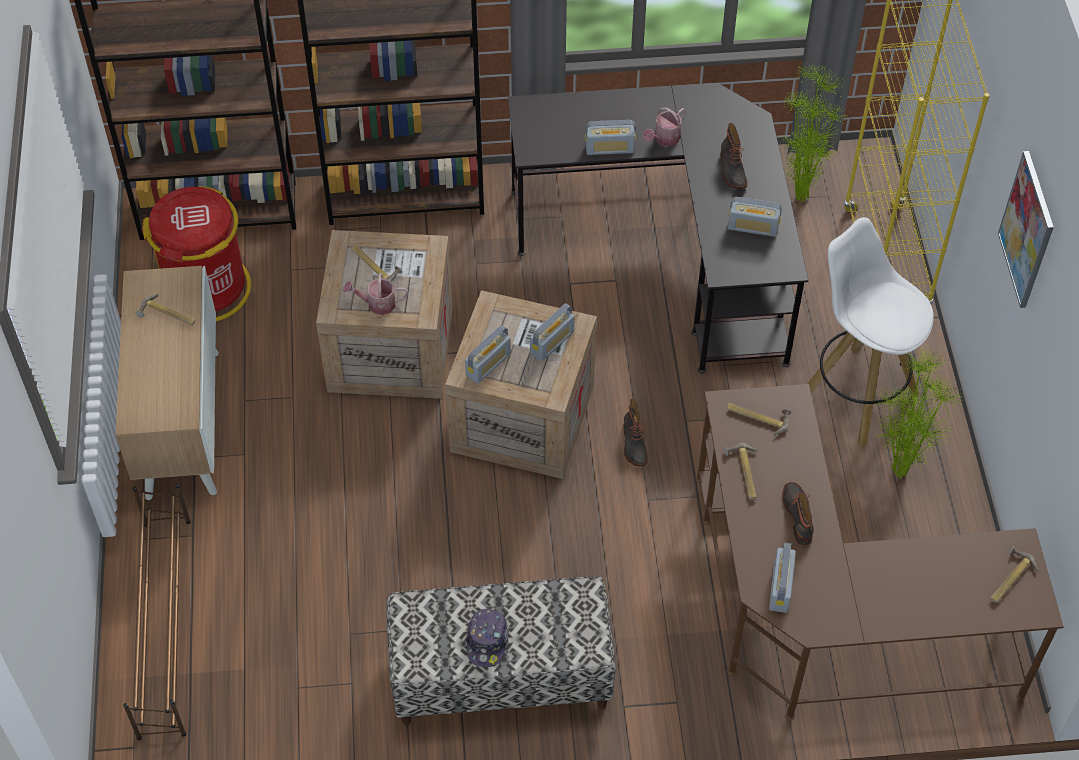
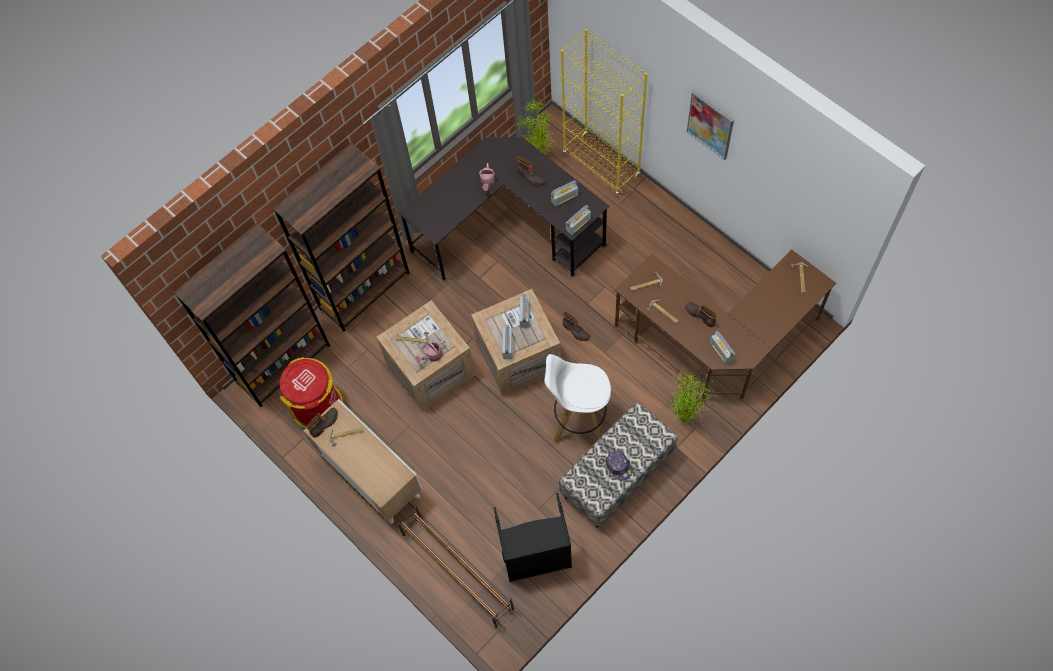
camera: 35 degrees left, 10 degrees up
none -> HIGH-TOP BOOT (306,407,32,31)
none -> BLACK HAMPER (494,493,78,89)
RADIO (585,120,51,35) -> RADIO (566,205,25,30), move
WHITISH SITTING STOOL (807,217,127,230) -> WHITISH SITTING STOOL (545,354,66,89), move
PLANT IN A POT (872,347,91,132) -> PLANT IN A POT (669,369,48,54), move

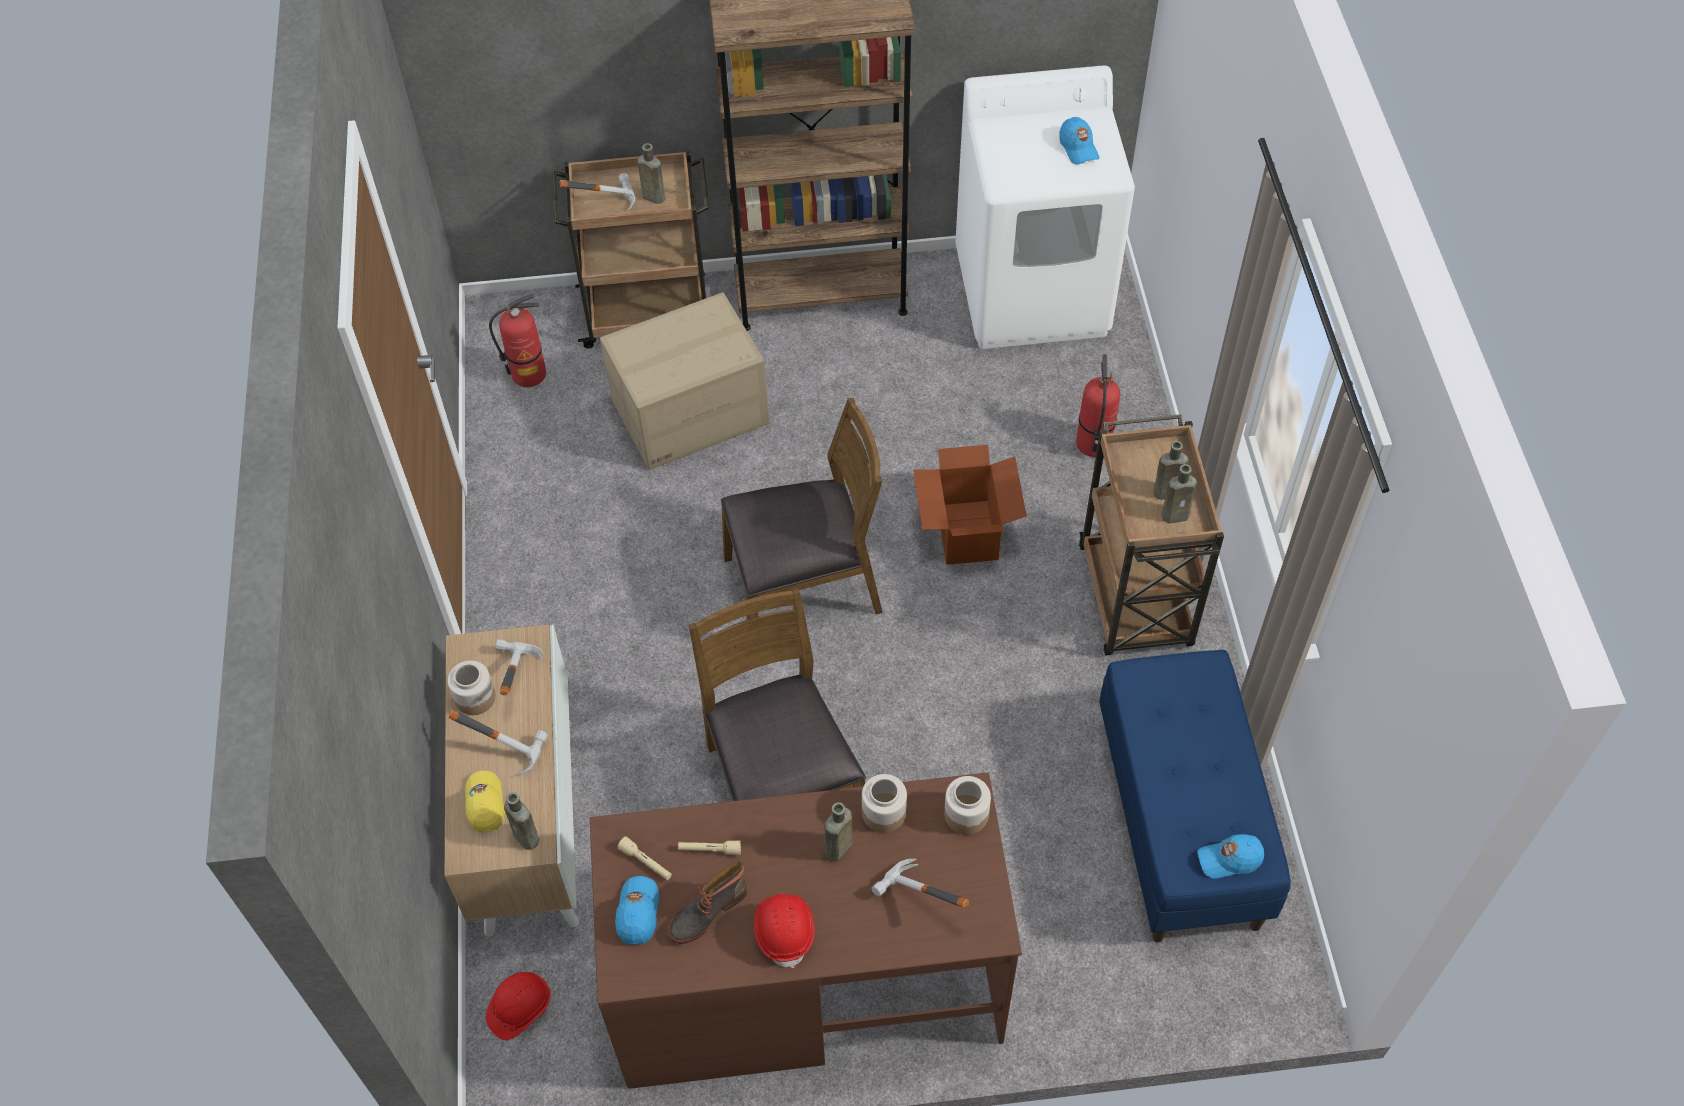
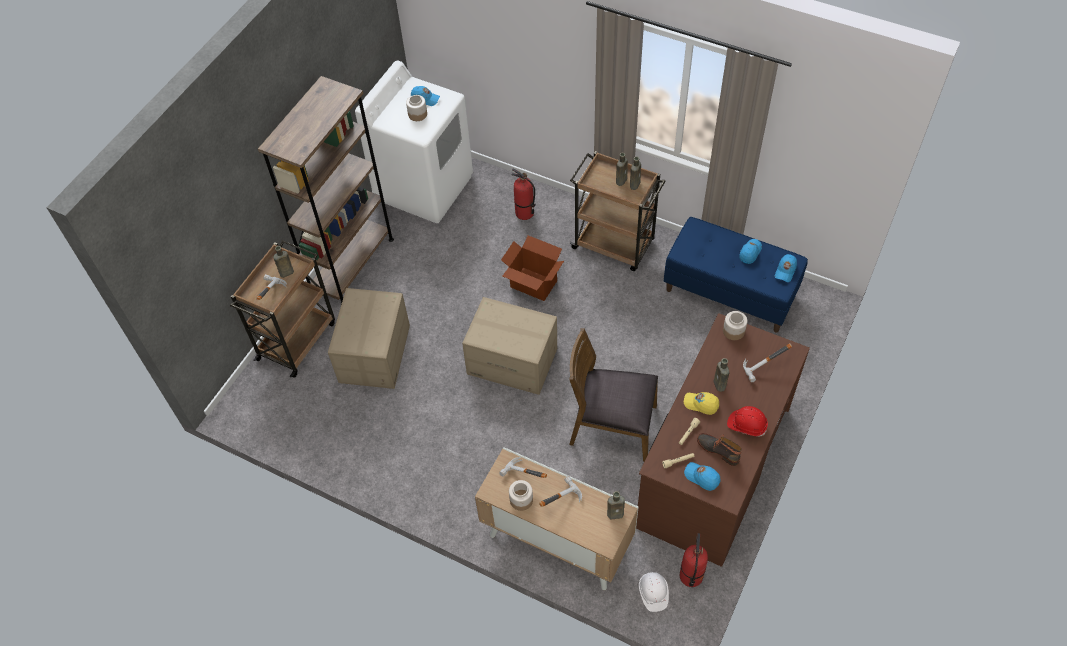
camera: 55 degrees left, 0 degrees up
none -> BLUISH CAP (739,239,23,25)
YELLOW CAP (465,771,40,62) -> YELLOW CAP (684,392,35,23), move
EXTINGUISHER (489,294,57,93) -> EXTINGUISHER (680,533,28,54), move
PRESERVE JAR (862,774,45,59) -> PRESERVE JAR (406,95,21,26), move
BROWN-COLOURED UPRIGHT CHAIR (721,398,162,222) -> PACKING BOX (462,297,95,98)
RED SAFETY HELMET (486,972,65,68) -> WHITISH SAFETY HELMET (639,572,30,40)
HIGH-TOP BOOT (668,861,79,83) -> HIGH-TOP BOOT (697,433,45,33), 135 degrees clockwise

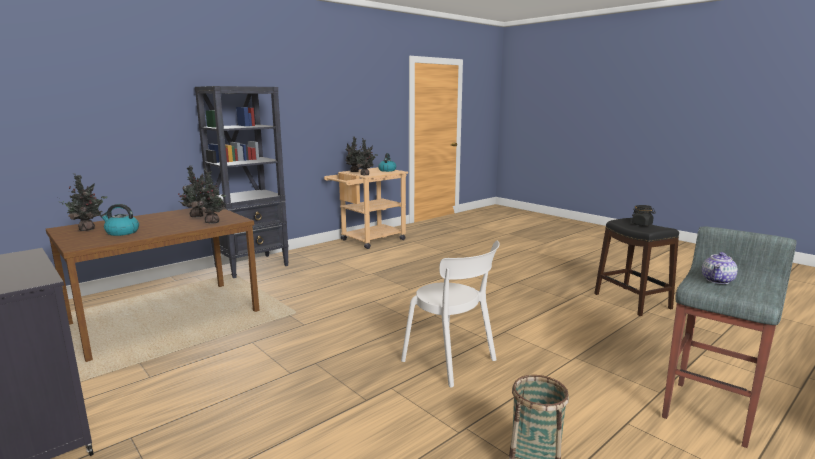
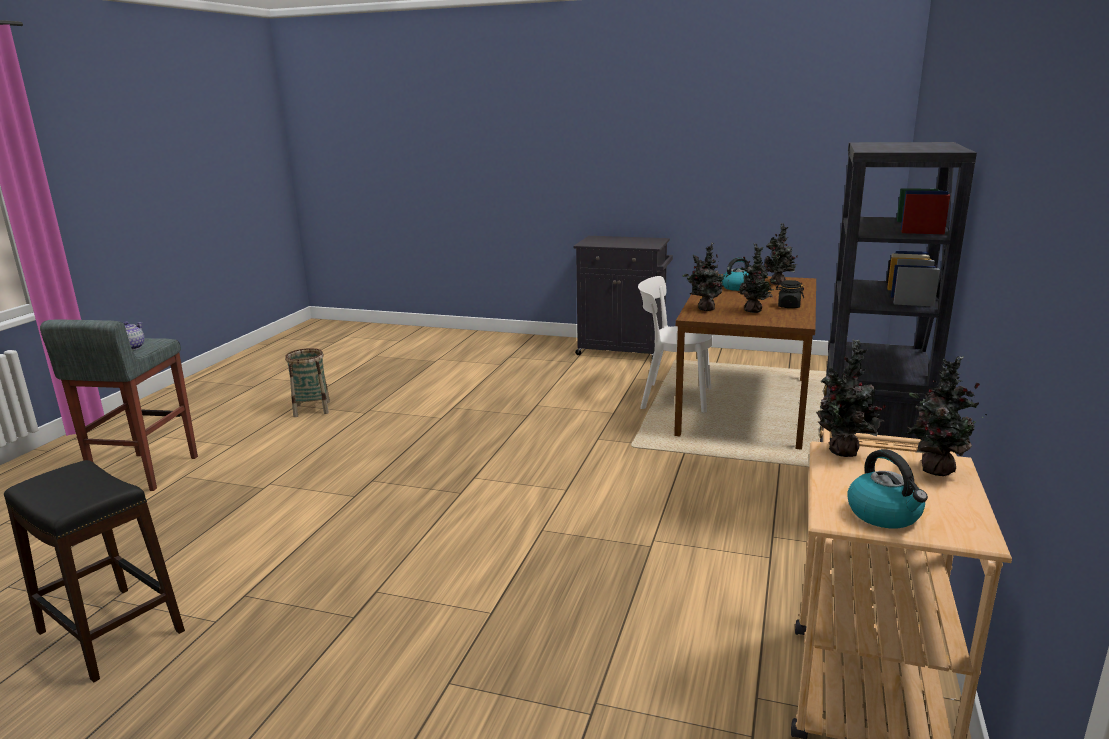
camera: 150 degrees right, 5 degrees up
WHITISH UPRIGHT CHAIR (401,241,98,147) -> WHITISH UPRIGHT CHAIR (638,276,75,136), move
BLACK PRESERVE JAR (632,205,24,21) -> BLACK PRESERVE JAR (776,280,28,28), move

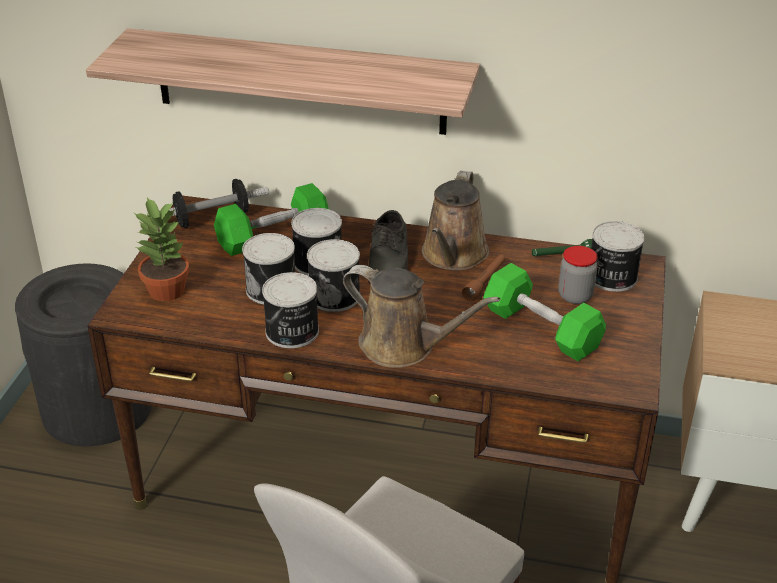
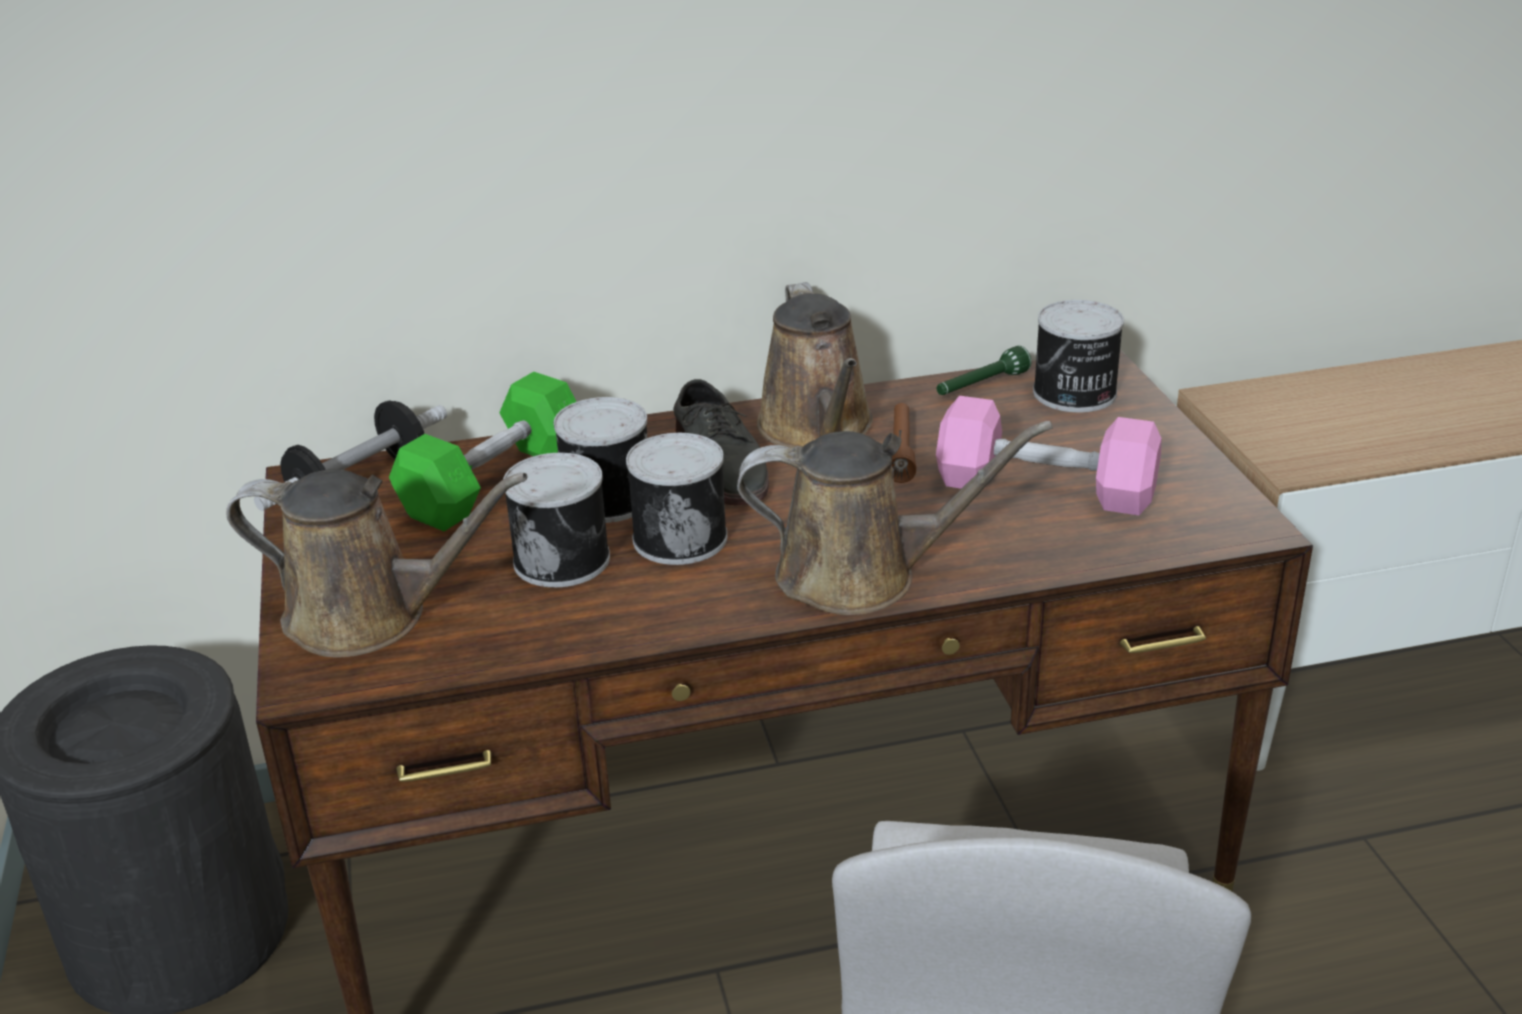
camera: 25 degrees left, 5 degrees down
SHELF (86,28,394,107) -> none
SEALED CAN (262,272,57,76) -> none
PRESERVE JAR (558,246,40,58) -> none
PLANT IN A POT (134,197,55,104) -> BROWN-COLOURED WATERING CAN (226,469,302,188)
GREEN-COLOURED FREE WEIGHT (483,263,123,98) -> PINKISH FREE WEIGHT (936,396,226,119)

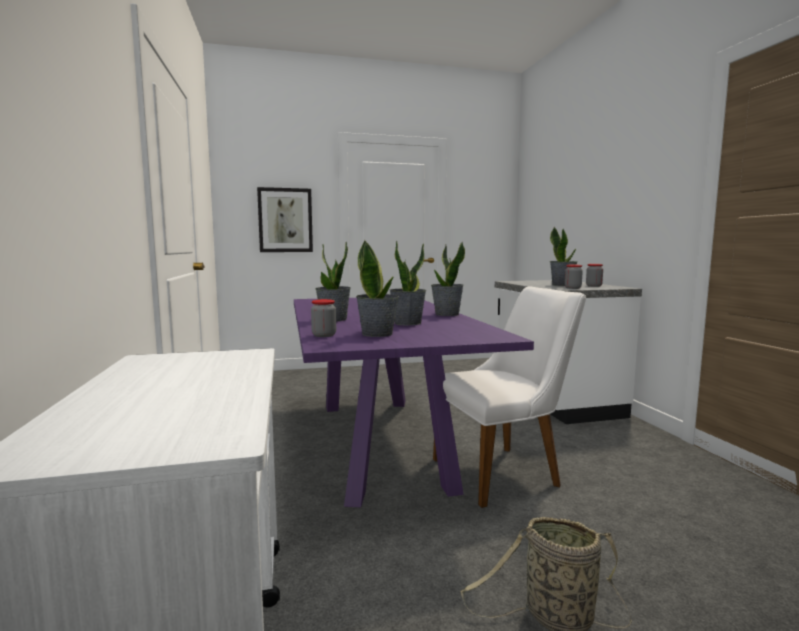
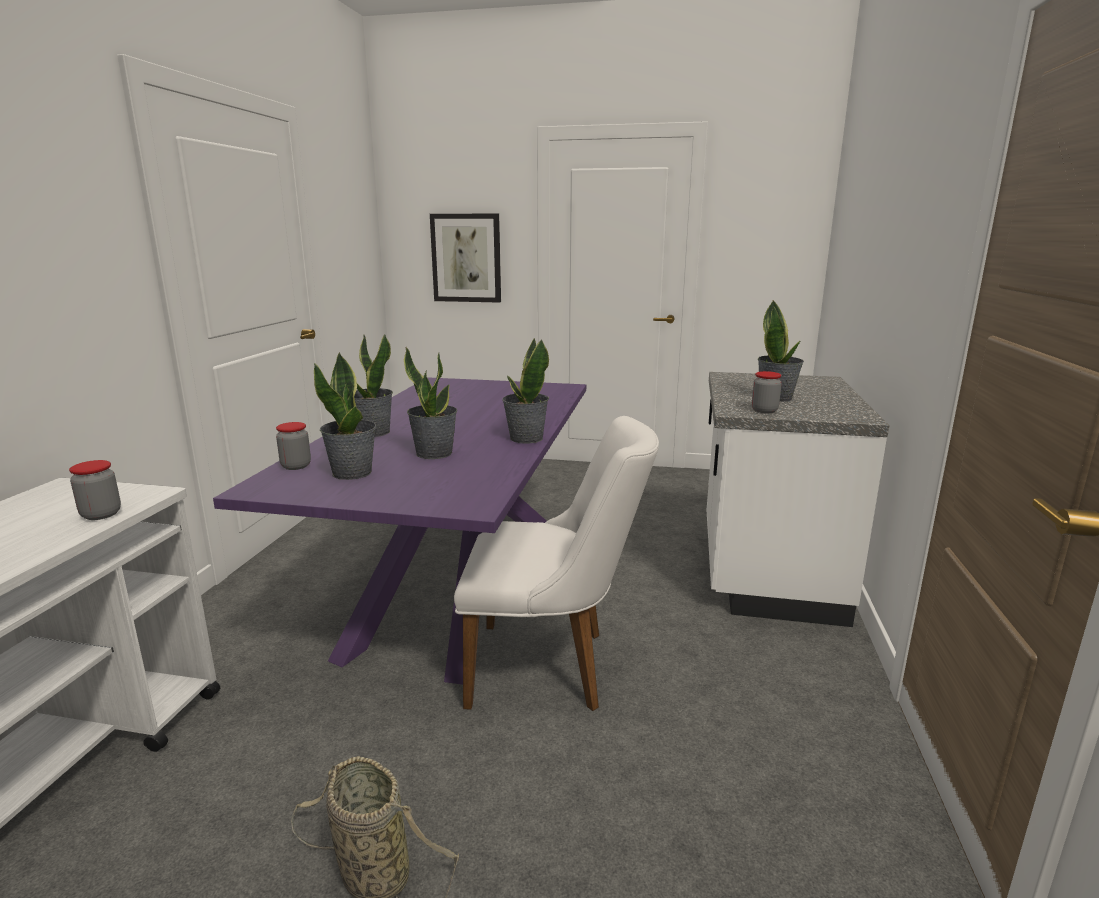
camera: 25 degrees right, 10 degrees up
PRESERVE JAR (586,264,17,23) -> PRESERVE JAR (69,460,52,60), move

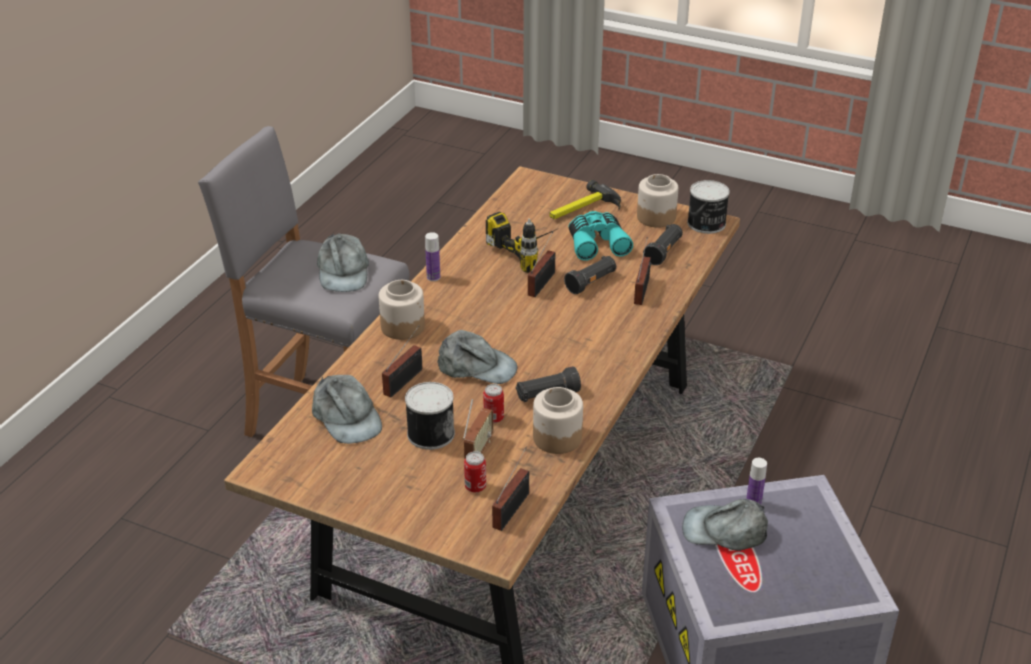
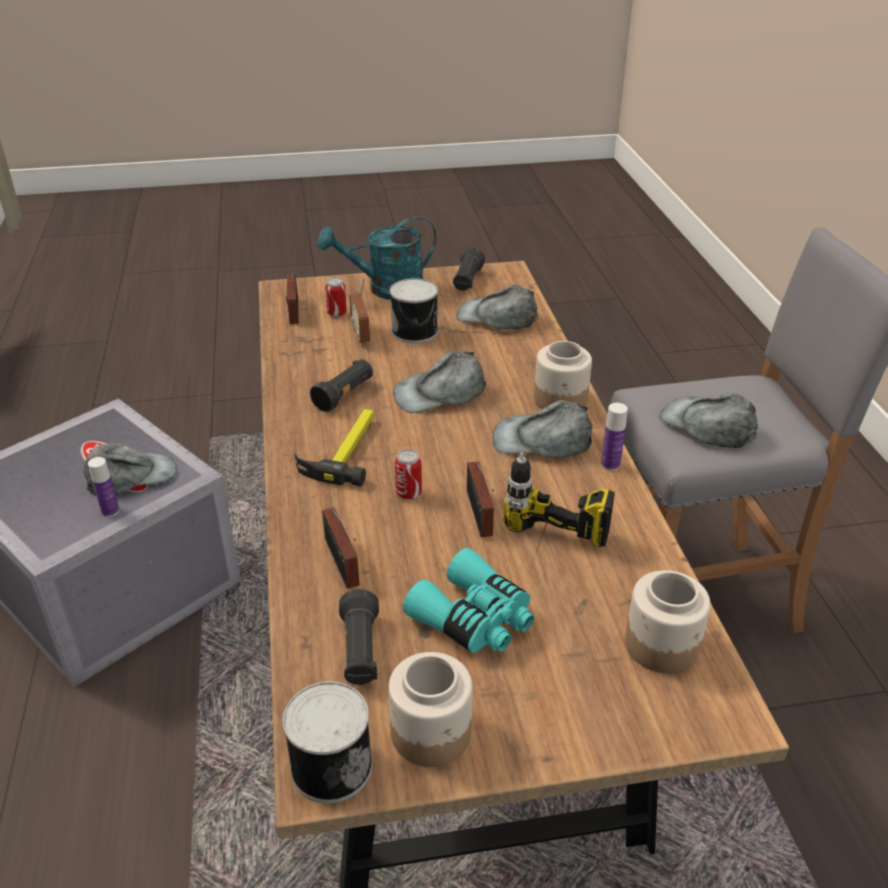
camera: 145 degrees right, 0 degrees up
RADIO (382,326,40,71) -> none
none -> BLUE-GREEN WATERING CAN (317,216,120,84)
none -> GRAY CAP (493,400,99,59)
SEALED CAN (483,384,21,39) -> SEALED CAN (395,449,27,51), move
PRESERVE JAR (533,387,50,67) -> PRESERVE JAR (625,570,86,103), move
TOOL HAMMER (550,180,71,39) -> TOOL HAMMER (295,409,79,77), move
BLACK TORCH (564,256,52,38) -> BLACK TORCH (453,247,32,44), move

